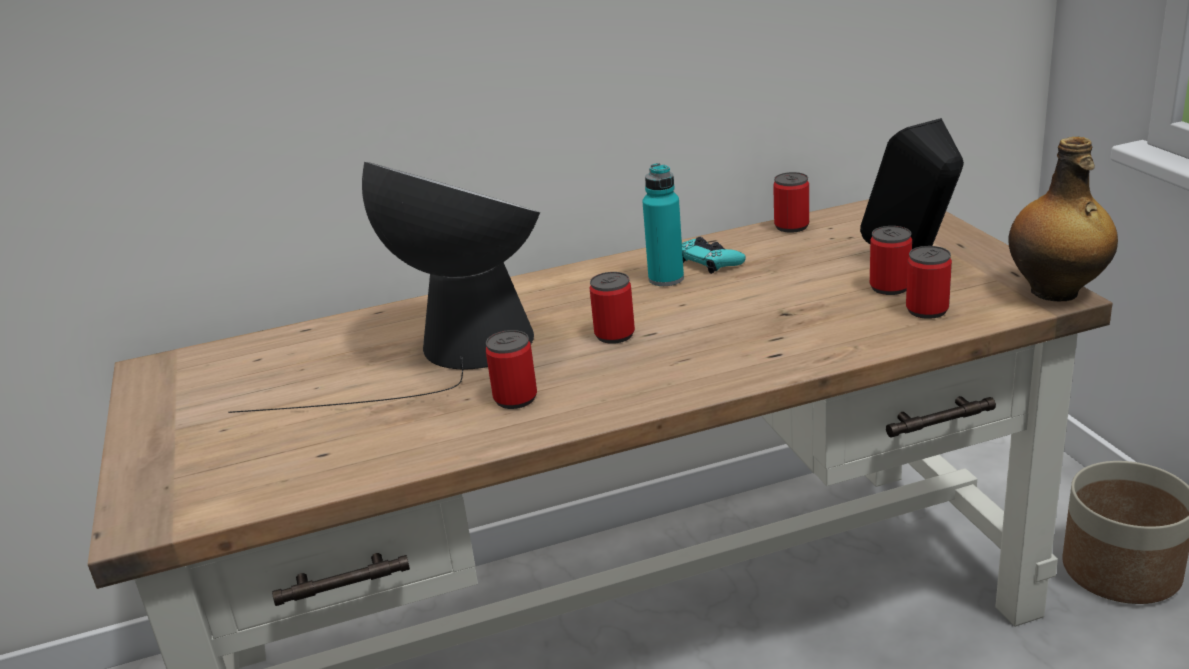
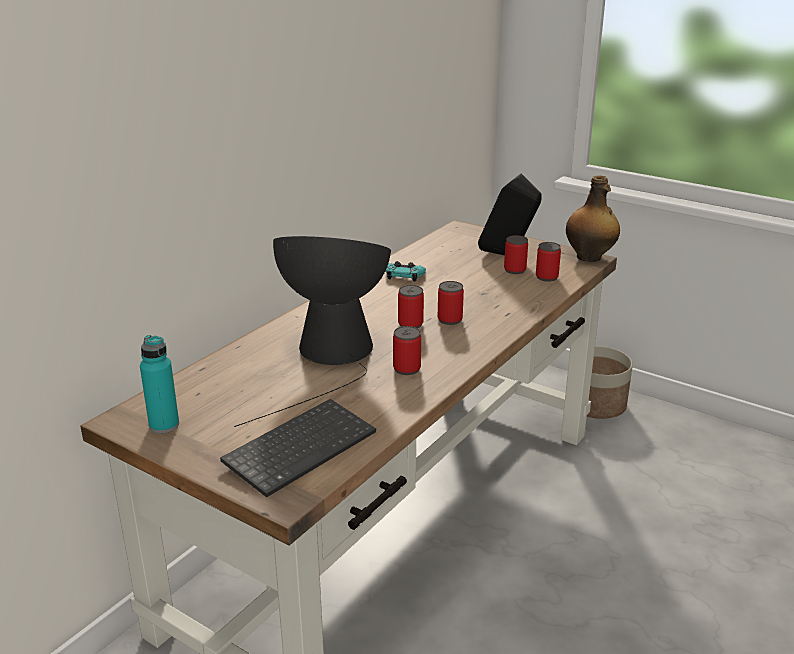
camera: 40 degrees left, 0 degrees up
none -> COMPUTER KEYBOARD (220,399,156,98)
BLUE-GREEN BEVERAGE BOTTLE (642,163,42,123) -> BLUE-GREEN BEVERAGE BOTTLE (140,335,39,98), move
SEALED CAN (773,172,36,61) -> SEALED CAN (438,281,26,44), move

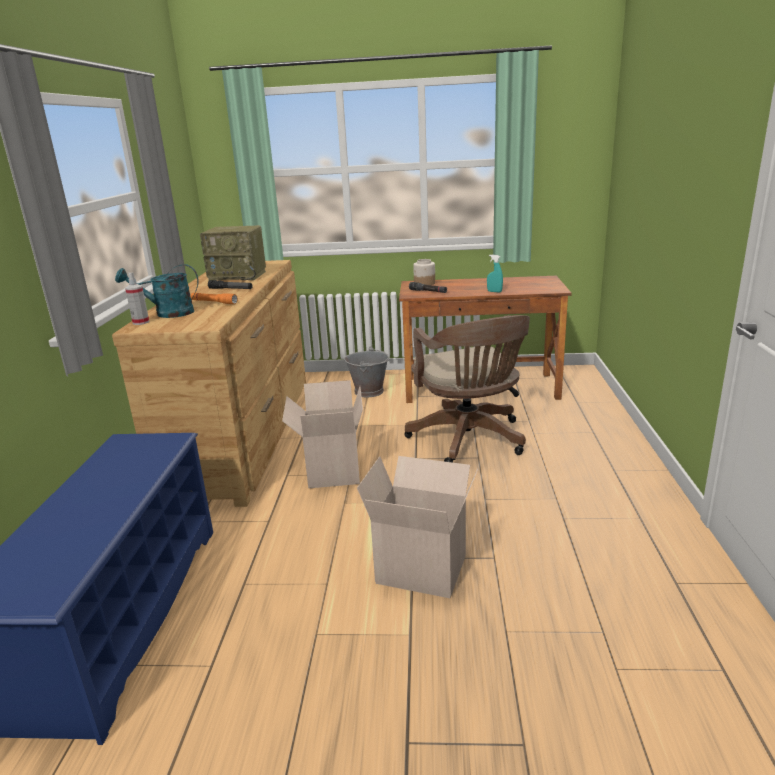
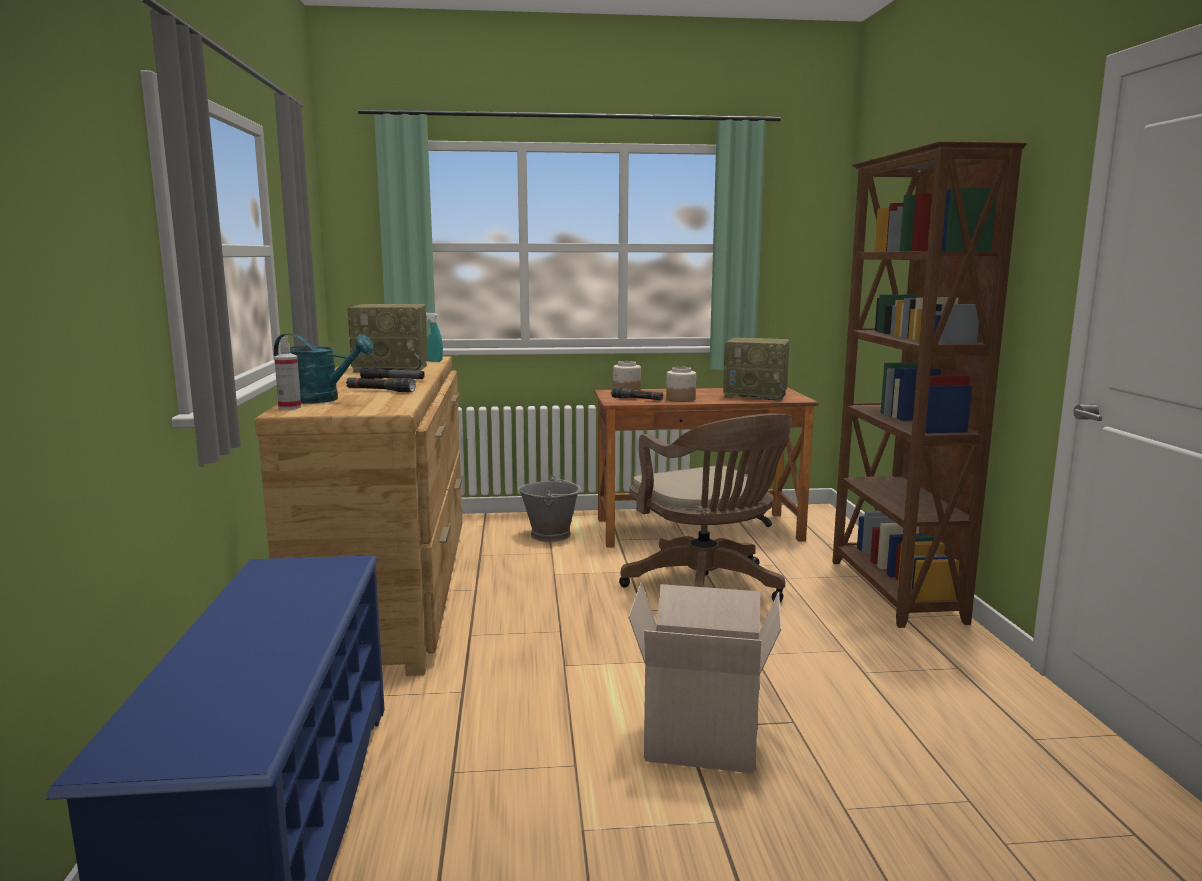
camera: 10 degrees left, 10 degrees down
PACKING BOX (282,380,81,108) -> none
none -> PRESERVE JAR (666,367,30,35)
none -> RADIO (723,337,67,64)
none -> BROWN-COLOURED BOOKCASE (832,141,195,487)
BLUE-GREEN SPRAY BOTTLE (487,254,16,38) -> BLUE-GREEN SPRAY BOTTLE (426,312,17,50), move
ORANGE-COLOURED TORCH (191,293,47,11) -> BLACK TORCH (346,378,69,15)
BLUE-GREEN WATERING CAN (115,264,84,54) -> BLUE-GREEN WATERING CAN (274,333,100,71), 150 degrees counterclockwise

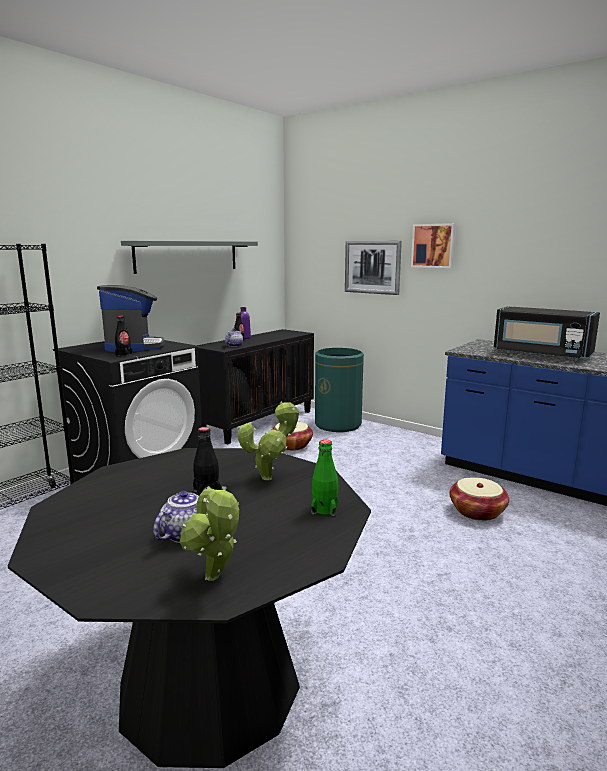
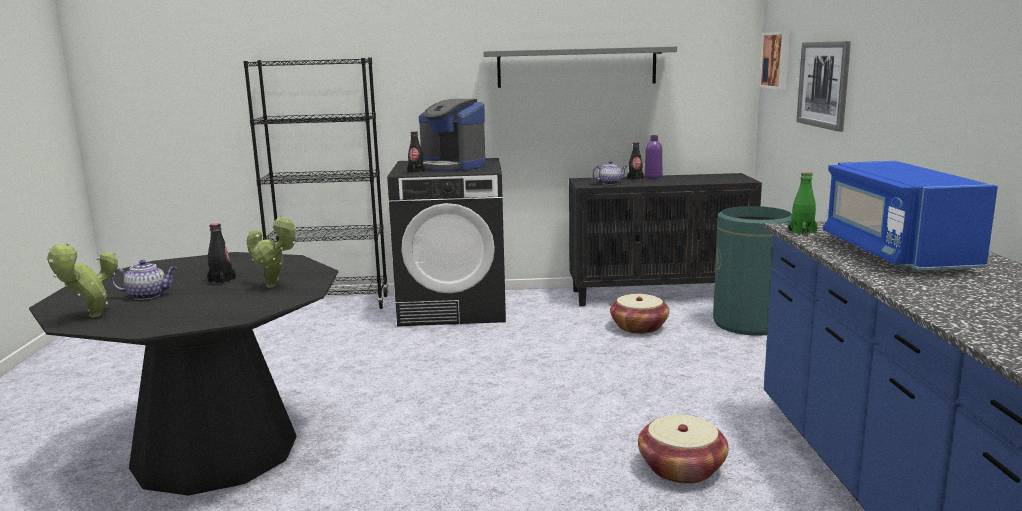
camera: 50 degrees right, 0 degrees up
GREEN-COLOURED BEVERAGE BOTTLE (311,440,27,76) -> GREEN-COLOURED BEVERAGE BOTTLE (788,172,29,63), move
PICTURE (411,223,45,45) -> PICTURE (759,31,31,59), move
BLACK MICROWAVE OVEN (494,306,106,55) -> BLUISH MICROWAVE OVEN (823,161,175,111)
COFFEE MACHINE (97,285,68,67) -> COFFEE MACHINE (419,99,67,72), 90 degrees clockwise

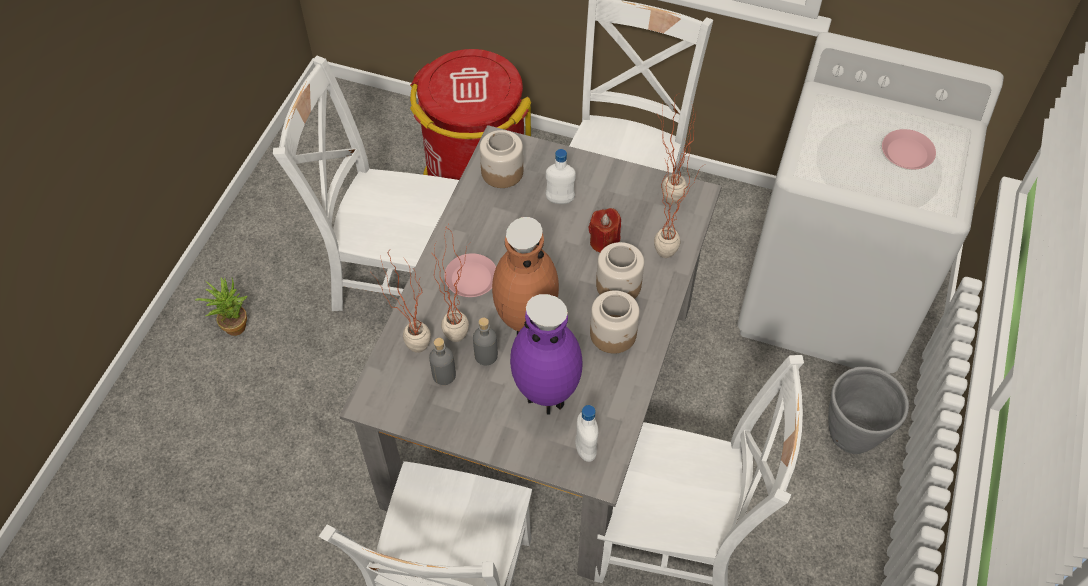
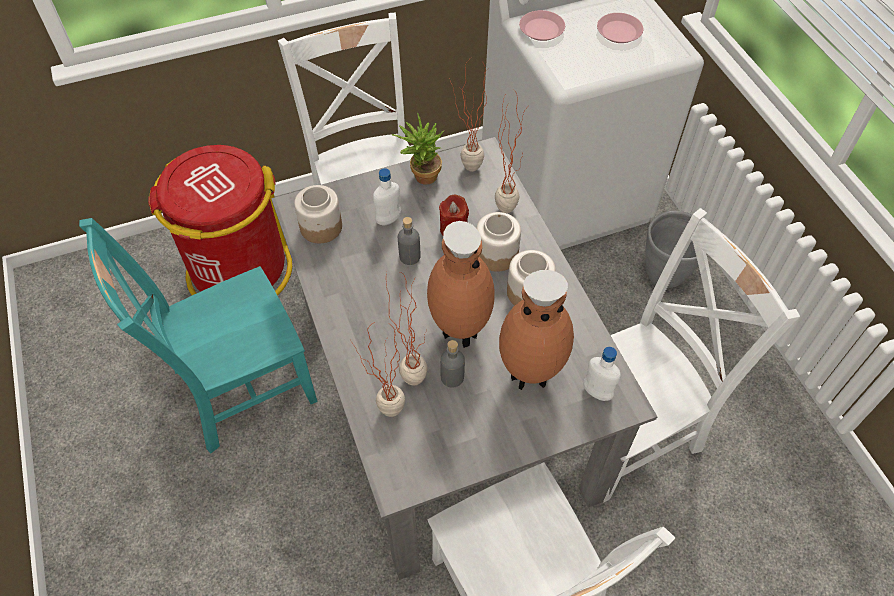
camera: 40 degrees left, 0 degrees up
PLANT IN A POT (195,277,53,59) -> PLANT IN A POT (392,113,52,72), move
GRAY BEVERAGE BOTTLE (429,338,27,47) -> GRAY BEVERAGE BOTTLE (398,217,23,48), move
PINKISH FLAT DISH (444,253,52,44) -> PINKISH FLAT DISH (519,10,46,31), move
WHITISH UPRIGHT CHAIR (273,56,186,255) -> BLUE-GREEN UPRIGHT CHAIR (79,218,238,235)
PURPLE DECORATIVE VASE (510,294,73,121) -> BROWN-COLOURED DECORATIVE VASE (499,270,75,120)

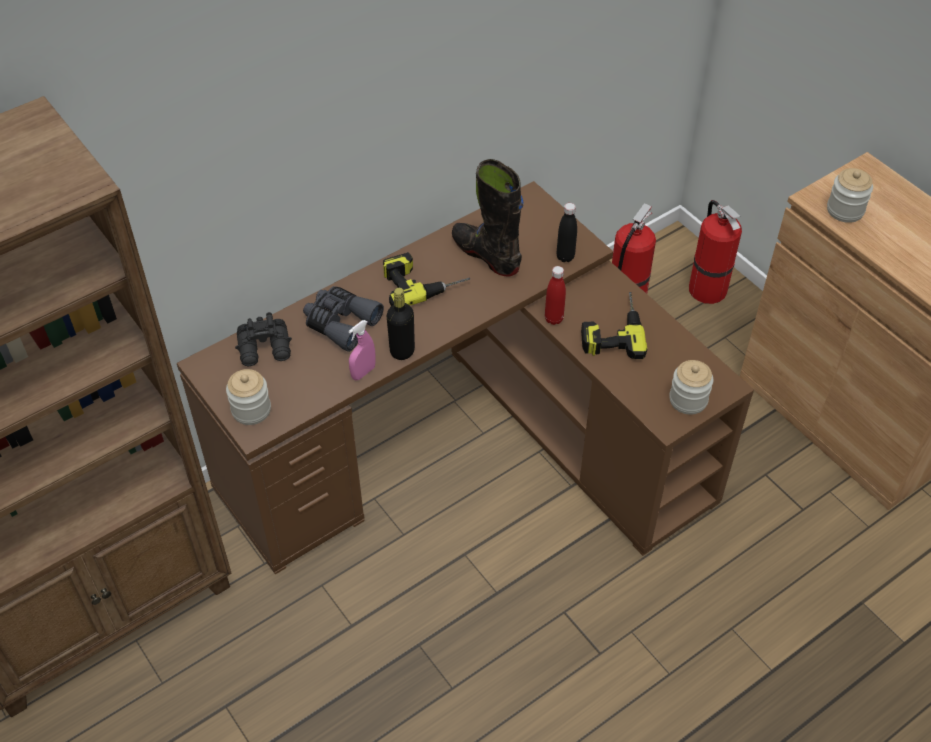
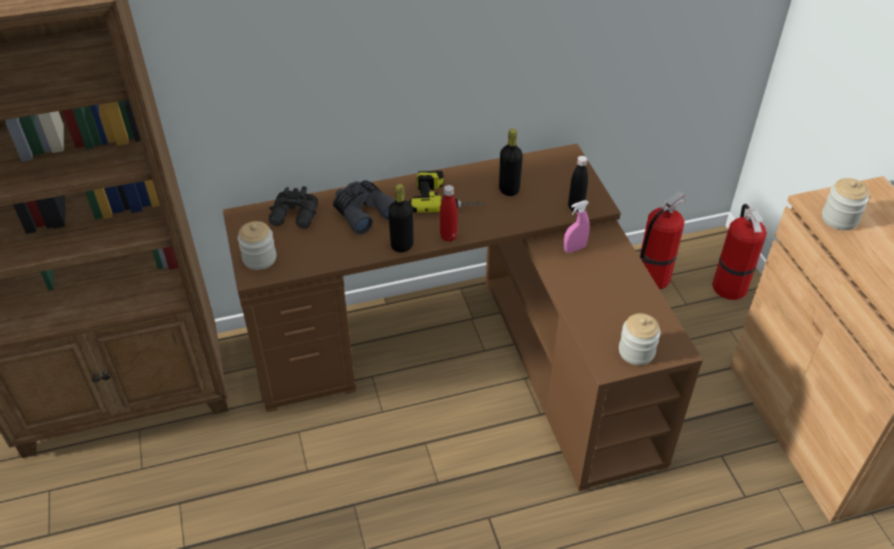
camera: 20 degrees right, 5 degrees down
DRILL (581,292,66,67) -> none
PINKISH SPRAY BOTTLE (349,320,27,60) -> PINKISH SPRAY BOTTLE (564,200,26,53), move
RED BEVERAGE BOTTLE (545,266,21,59) -> RED BEVERAGE BOTTLE (440,185,17,57), move
BLACK HIGH-TOP BOOT (452,159,72,118) -> BLACK BEVERAGE BOTTLE (499,129,24,67)

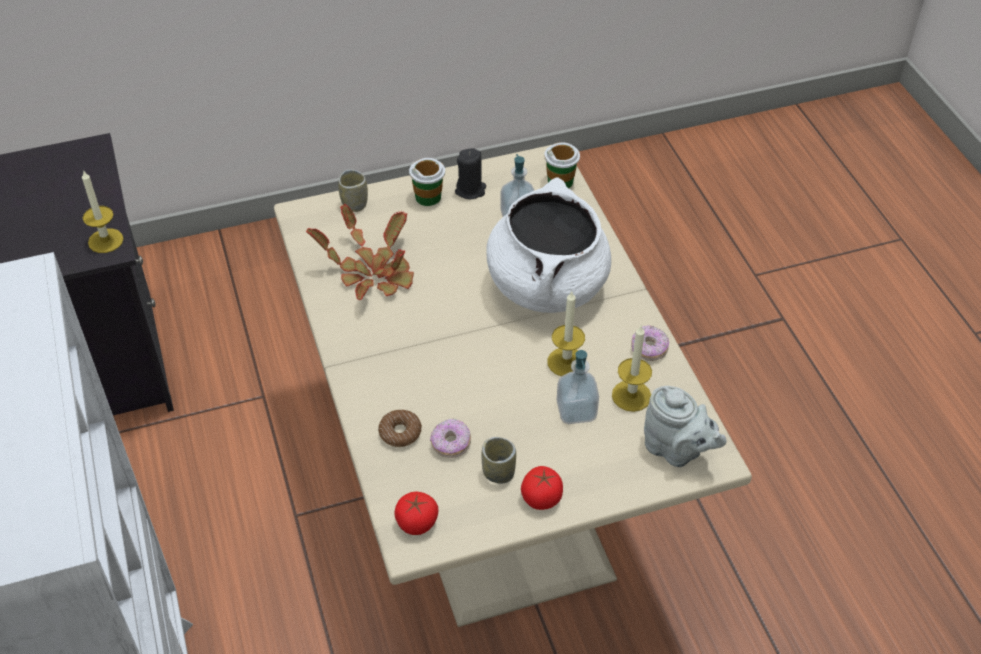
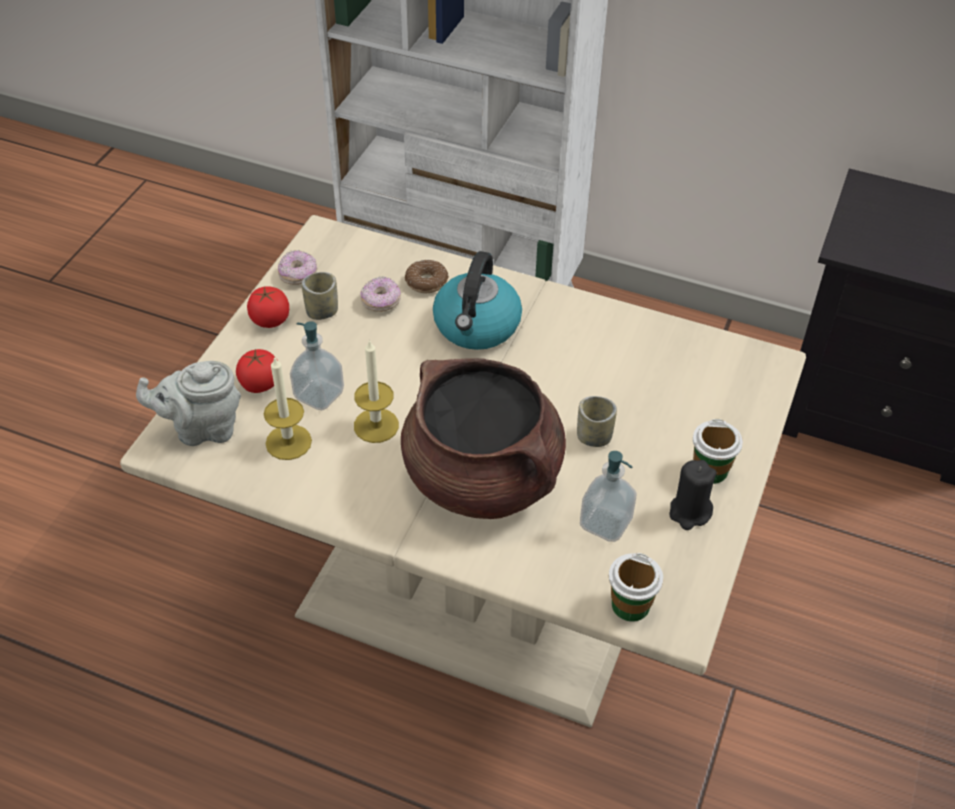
camera: 130 degrees right, 0 degrees up
WAX LIGHT (82,170,42,83) -> none
PLANT IN A POT (306,204,108,96) -> none
none -> TEA KETTLE (433,251,89,99)
DRINKING CUP (339,170,29,42) -> DRINKING CUP (577,396,40,51), move
FRESH TOMATO (394,492,45,43) -> FRESH TOMATO (236,349,42,44), move
DONUT (631,325,38,36) -> DONUT (278,250,40,35), move
WHITISH COOKING POT (486,177,125,136) -> BROWN-COLOURED COOKING POT (401,358,165,161)

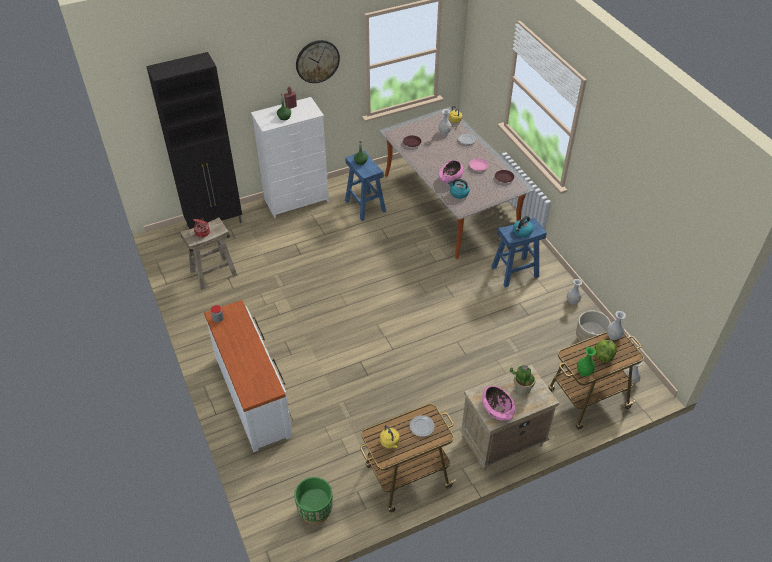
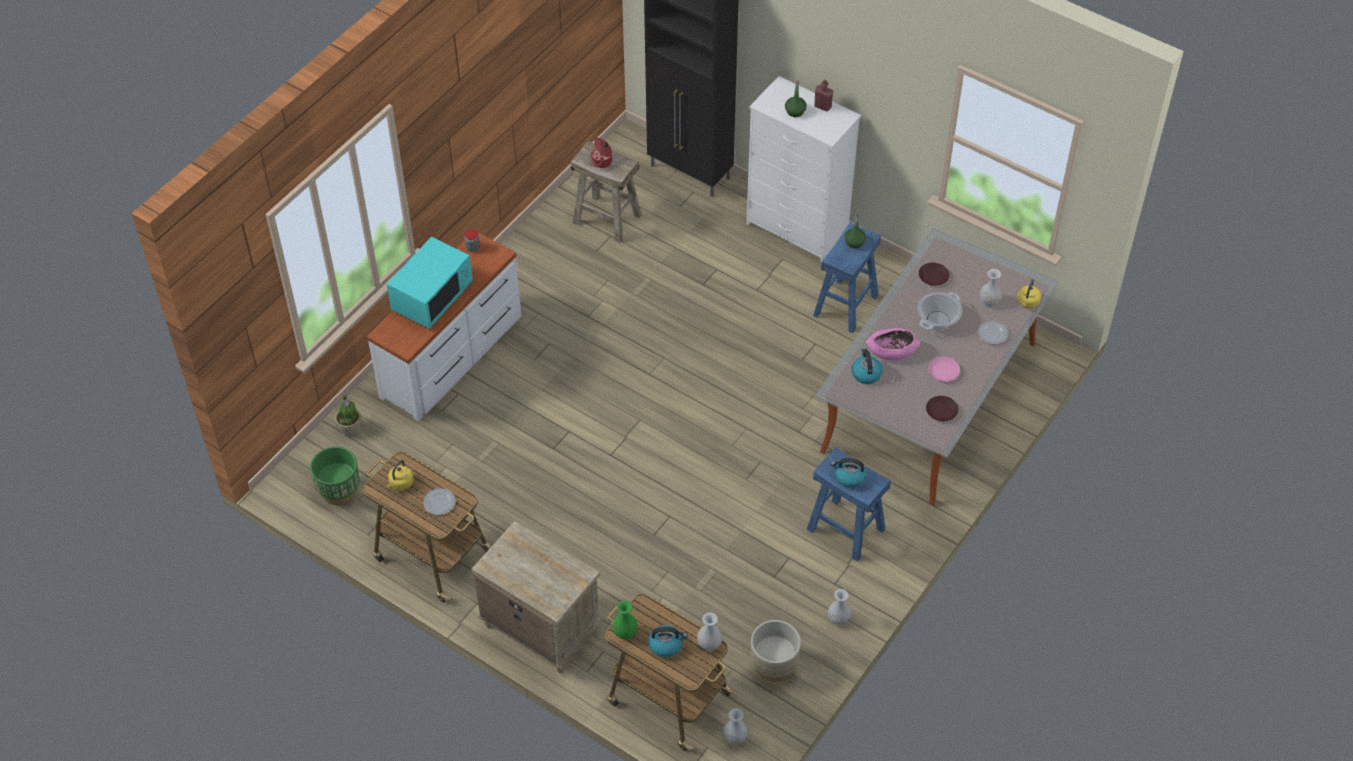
camera: 60 degrees right, 5 degrees up
WALL CLOCK (296,40,44,43) -> none
PINKISH DEEP DISH (482,386,33,35) -> none
none -> BLUE-GREEN MICROWAVE OVEN (387,237,86,92)
none -> COOKING POT (917,292,46,38)
PLANT IN A POT (510,364,26,31) -> PLANT IN A POT (335,394,26,43), move
LETTUCE (594,340,23,22) -> TEA KETTLE (648,625,40,32)

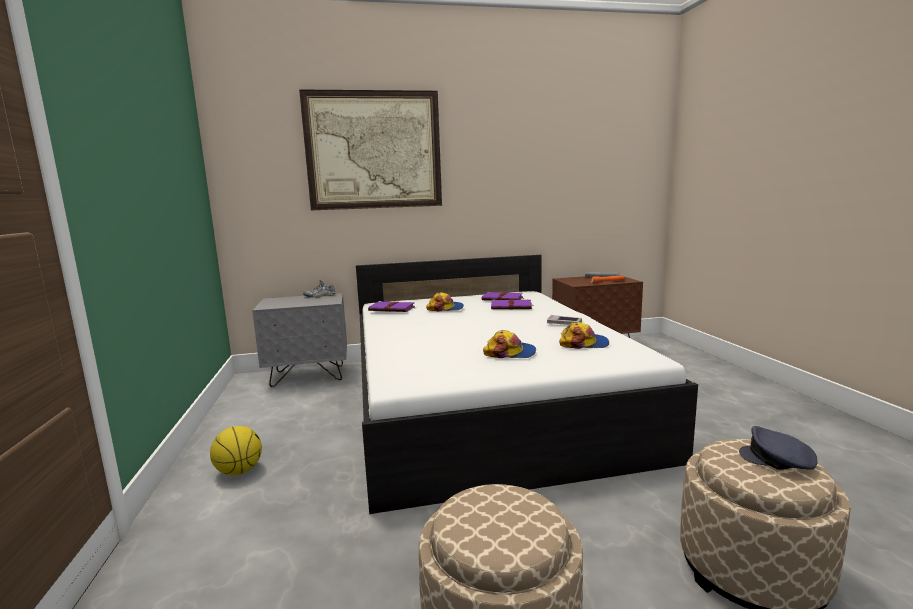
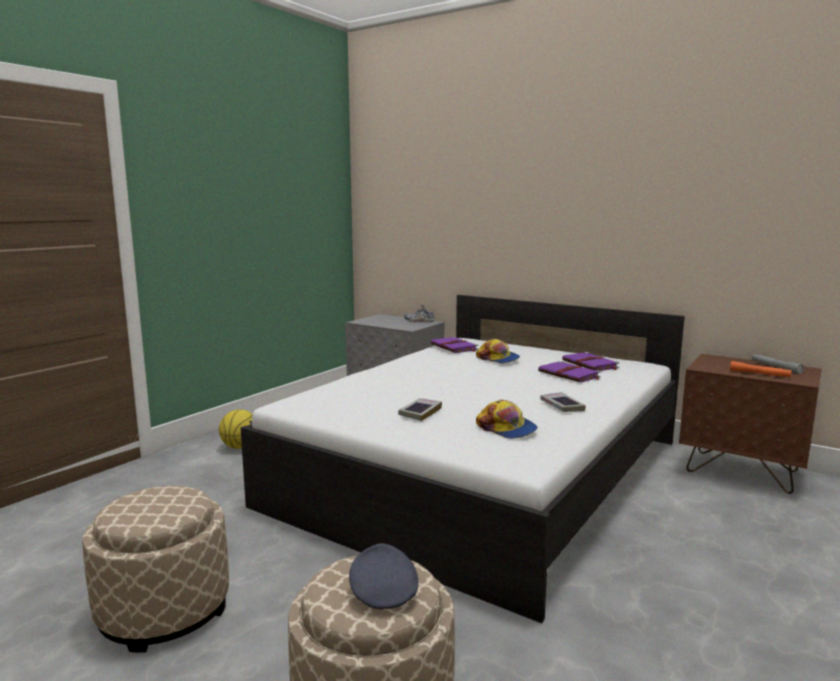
camera: 45 degrees right, 0 degrees up
PICTURE (299,89,143,121) -> none
CAP (483,330,53,28) -> VOLUME (398,398,44,23)

